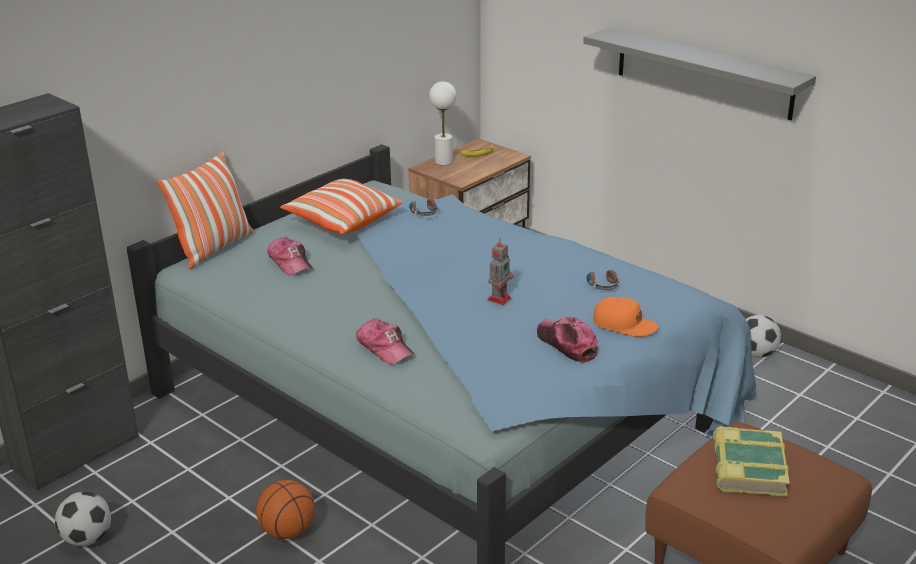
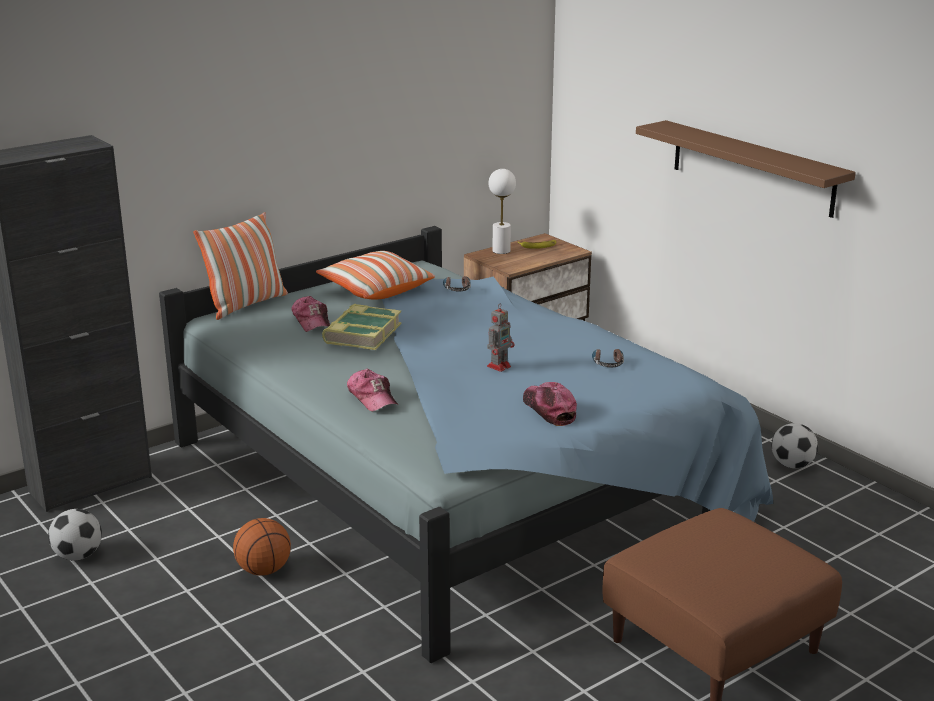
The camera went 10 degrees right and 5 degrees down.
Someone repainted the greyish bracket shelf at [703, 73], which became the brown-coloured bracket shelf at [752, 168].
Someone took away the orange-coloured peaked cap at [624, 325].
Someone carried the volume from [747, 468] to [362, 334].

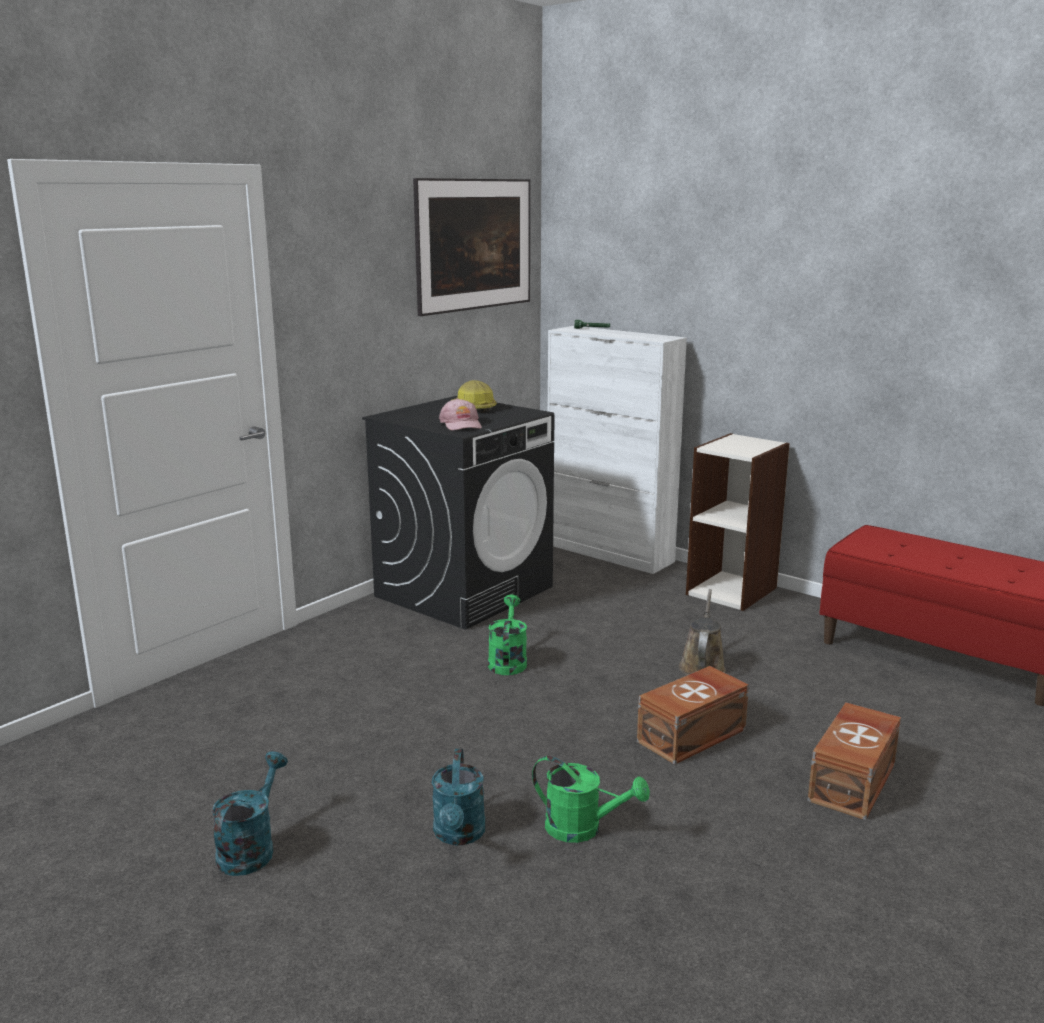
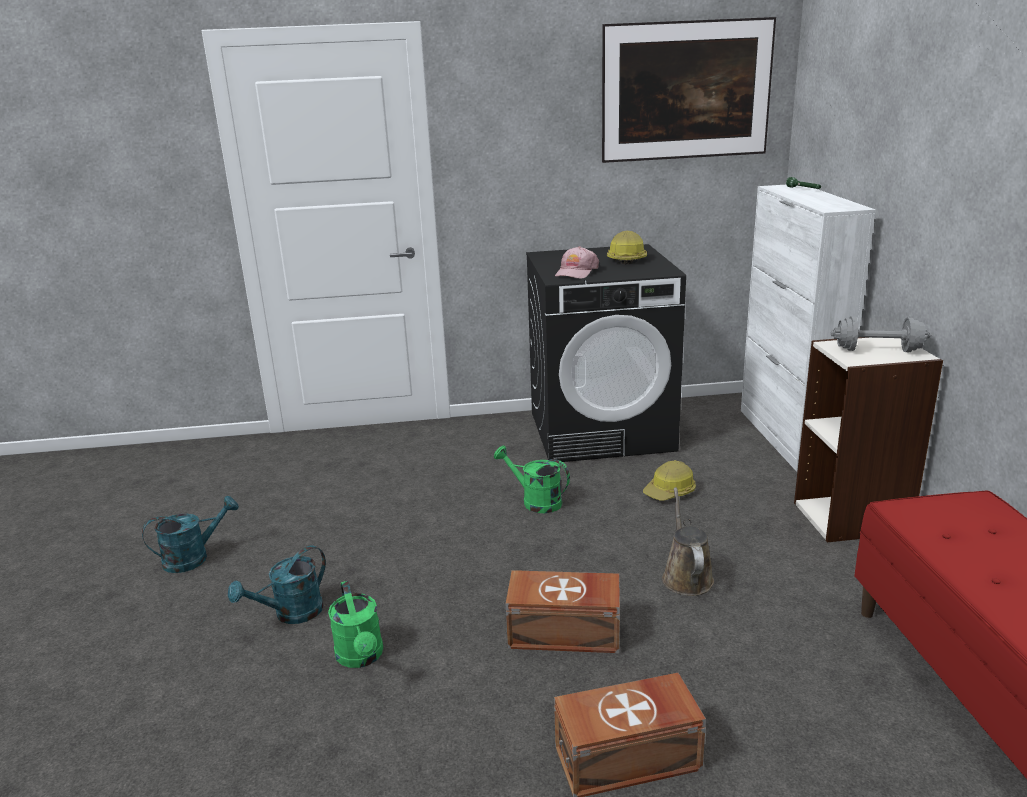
The camera went 45 degrees right and 5 degrees up.
Someone rotated the brown-coloured watering pot at [702, 666] by 60 degrees counterclockwise.
Someone rotated the greenish watering pot at [507, 661] by 105 degrees counterclockwise.
Someone put down the greyish free weight at [877, 350].
Someone put down the hard hat at [670, 492].

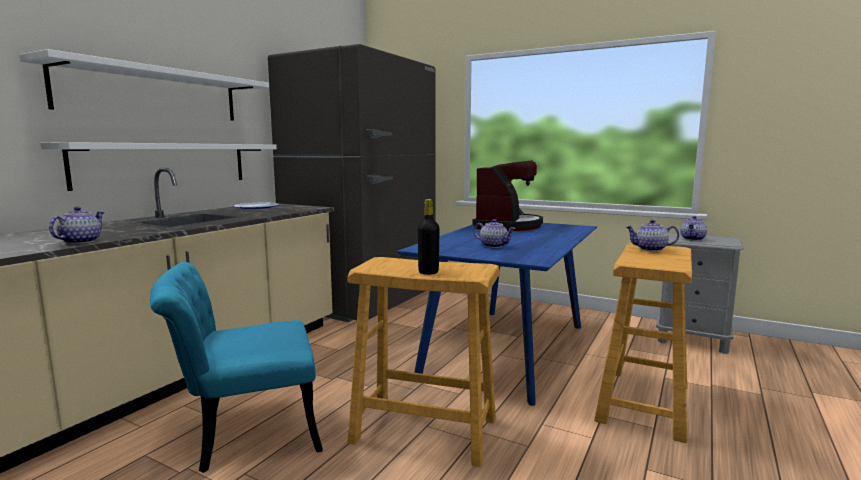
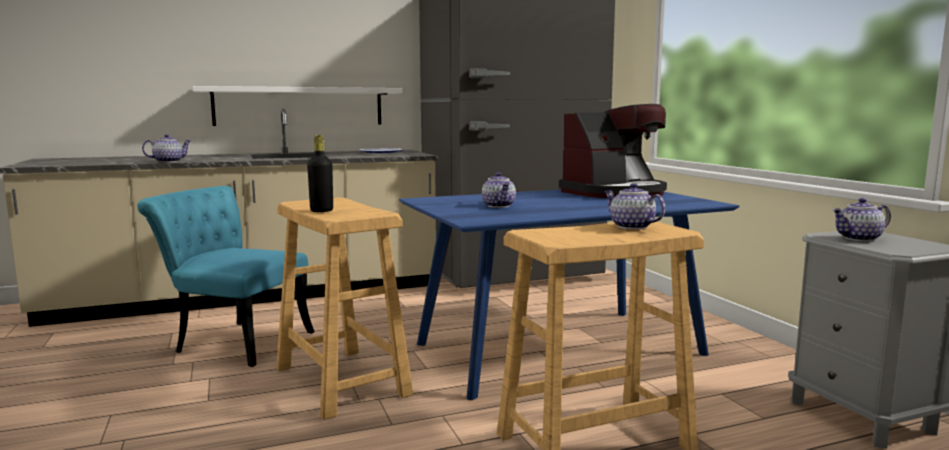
The camera went 40 degrees right and 0 degrees up.
Someone took away the white bracket shelf at [153, 94].

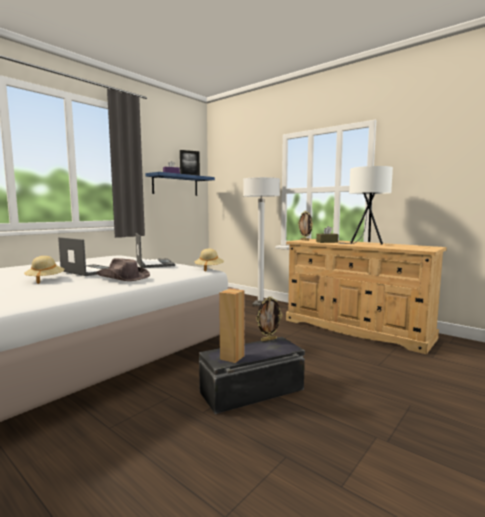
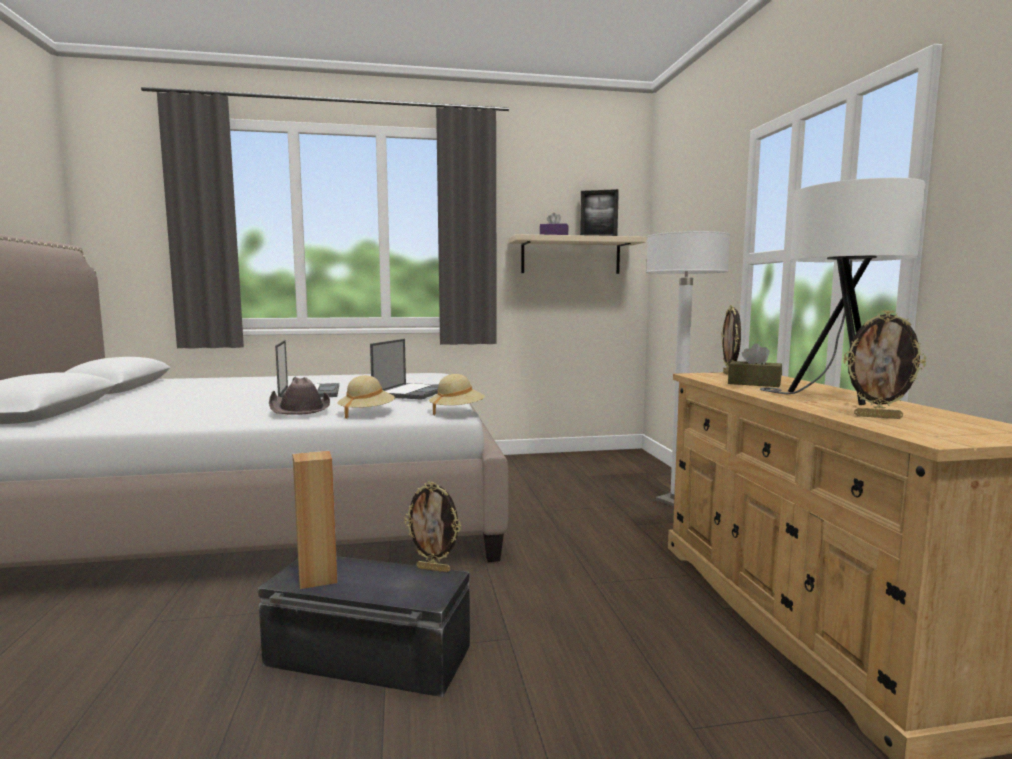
The camera went 40 degrees right and 0 degrees up.
Someone repainted the blue bracket shelf at [175, 185], which became the beige bracket shelf at [571, 256].
Someone carried the beige clothing hat from [45, 280] to [366, 414].
Someone put down the picture frame at [877, 417].

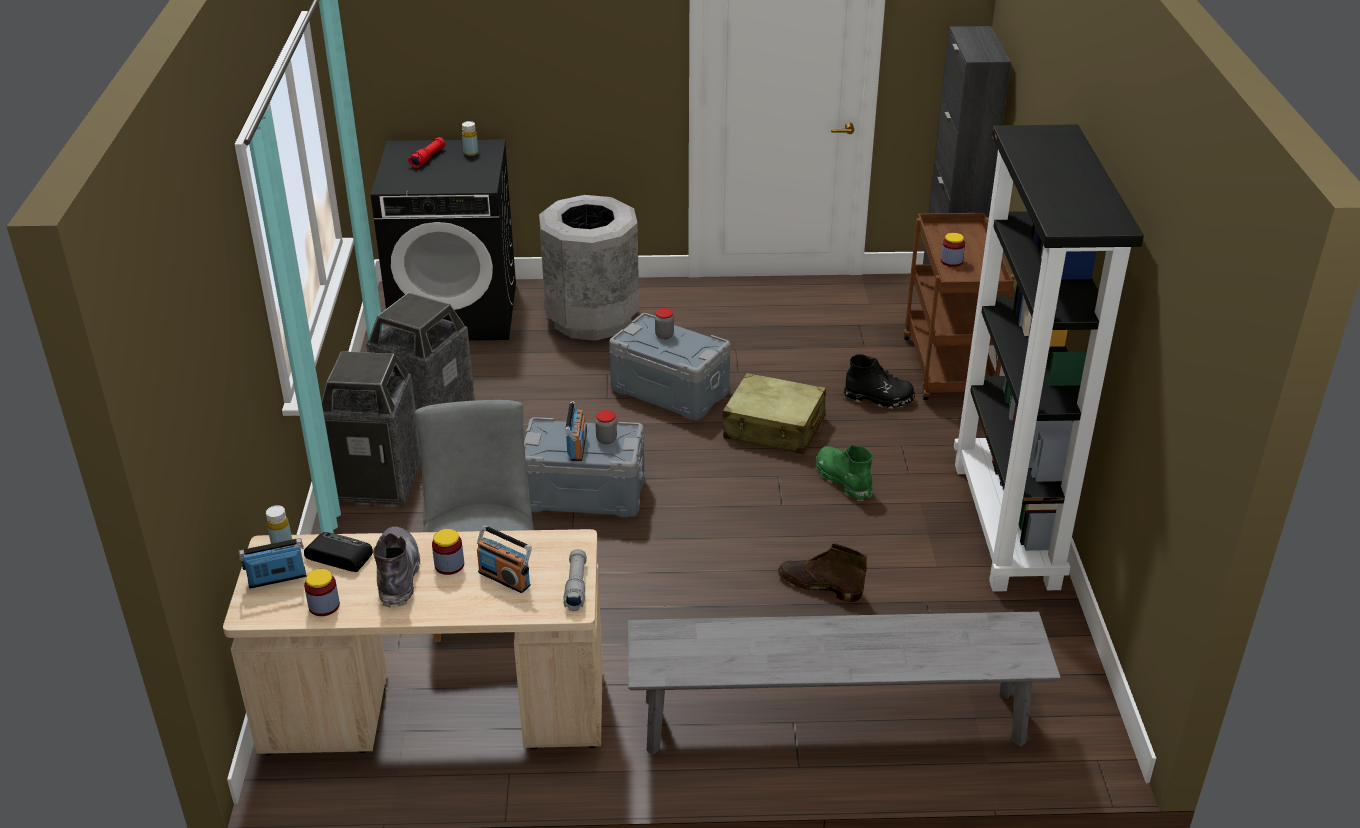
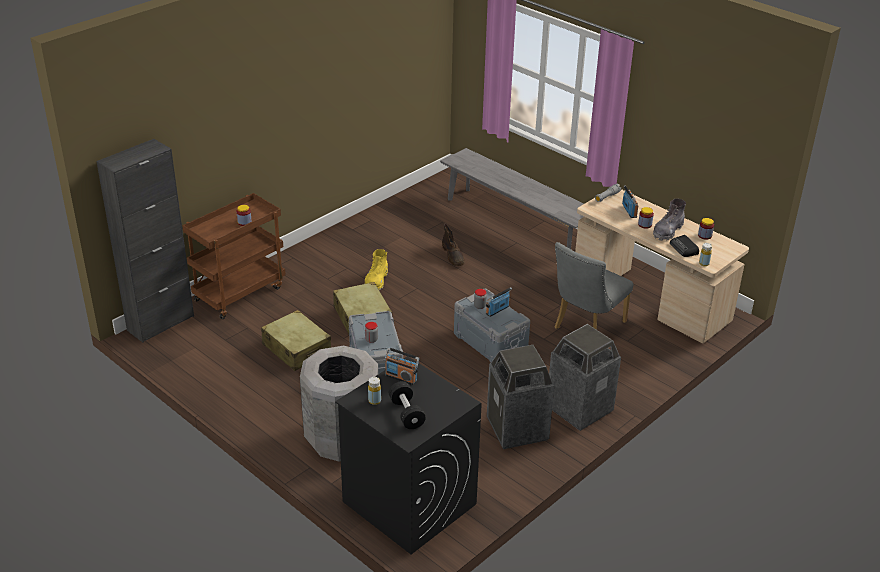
The camera went 135 degrees left and 0 degrees up.
Someone took away the blackish bookshelf at [1007, 525].
Someone swapped the reddish flashlight at [428, 158] for the blackish free weight at [406, 413].
Someone took away the blackish tall boot at [878, 398].
Someone repainted the greenish tall boot at [843, 480], which became the yellow tall boot at [376, 281].
Someone carried the radio set from [277, 579] to [401, 377].
Someone put down the beige piece of luggage at [296, 349].

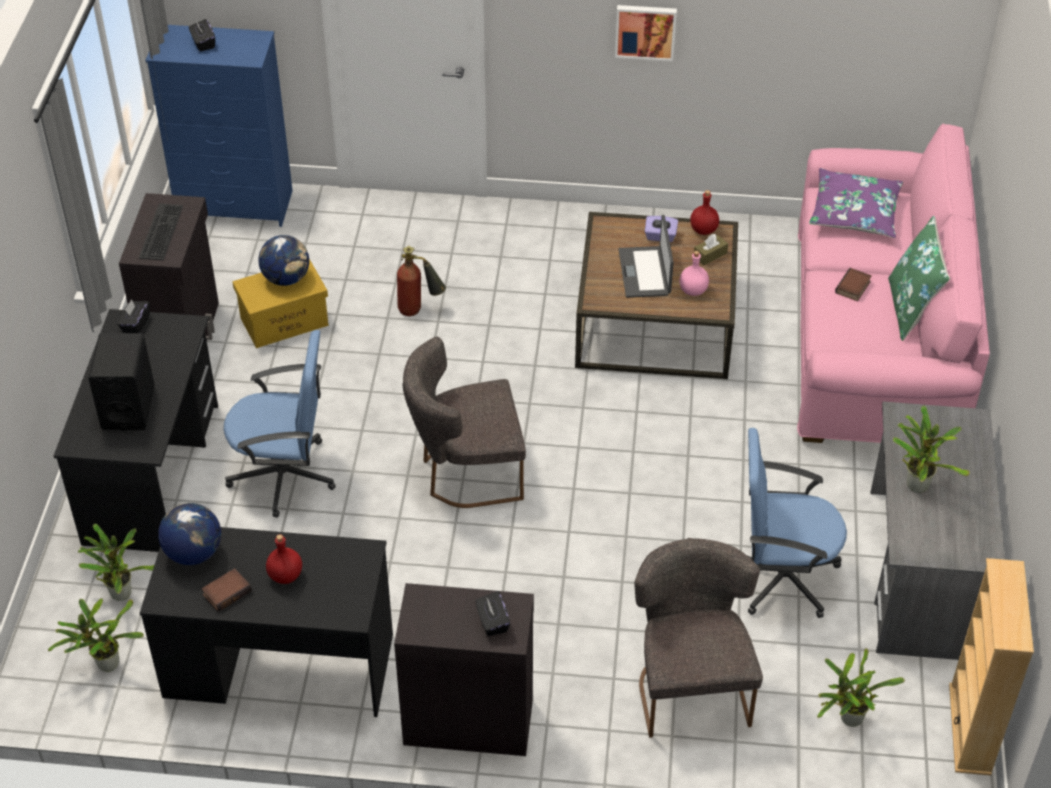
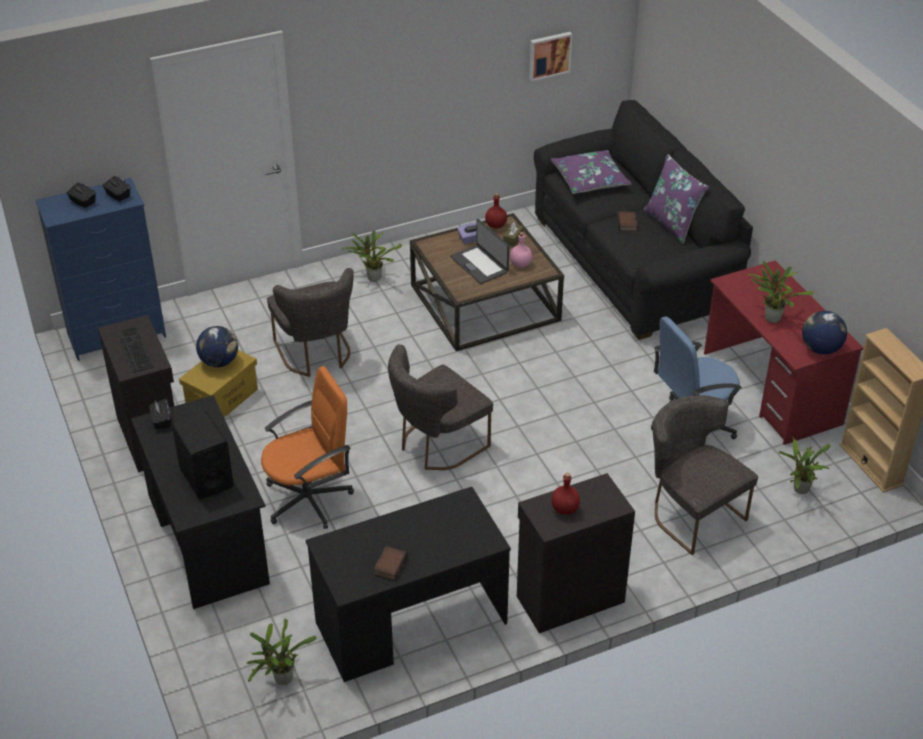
The camera went 30 degrees left and 5 degrees down.
Someone carried the picture from [645, 31] to [549, 55].
Someone repainted the pink couch at [875, 340], which became the blackish couch at [632, 263].
Someone repainted the greenish pillow at [911, 309], which became the purple pillow at [672, 224].
Someone swapped the fire-fighting cylinder at [419, 310] for the greyish upright chair at [316, 355].
Someone repainted the blue computer chair at [284, 475], which became the orange-coloured computer chair at [309, 499].
Someone repainted the greyish desk table at [920, 574], which became the reddish desk table at [771, 389].
Someone carried the world globe from [193, 553] to [820, 349].
Someone carried the plant in a pot from [120, 591] to [372, 277].
Someone carried the reddish drink bottle from [285, 576] to [565, 509].
Someone carried the blackish box of tissues from [492, 622] to [117, 195].

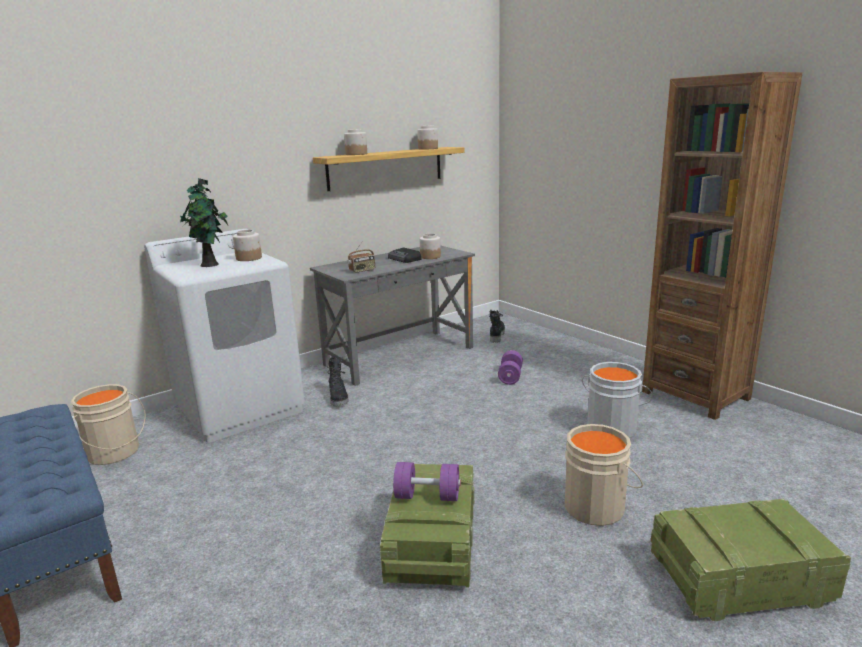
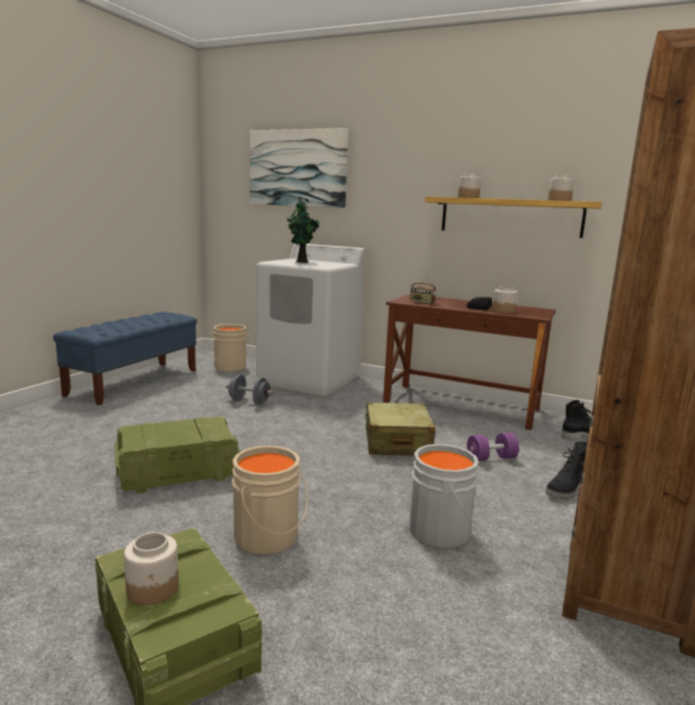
The camera went 60 degrees right and 5 degrees down.
Someone carried the storage jar from [249, 258] to [153, 589].
Someone repainted the greyish desk table at [399, 356], which became the brown-coloured desk table at [461, 405].
Someone carried the blackish tall boot from [338, 398] to [566, 491].
Someone took away the purple free weight at [427, 496].
Someone put up the picture at [297, 168].
Someone put down the greyish free weight at [249, 402].
Someone put down the beige piece of luggage at [397, 442].

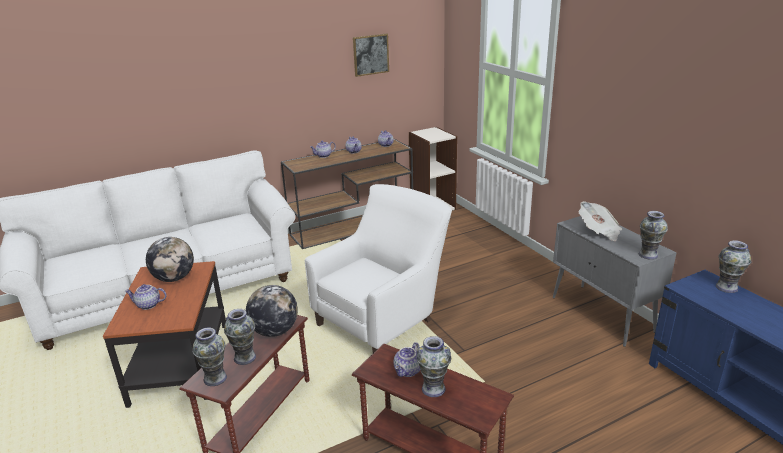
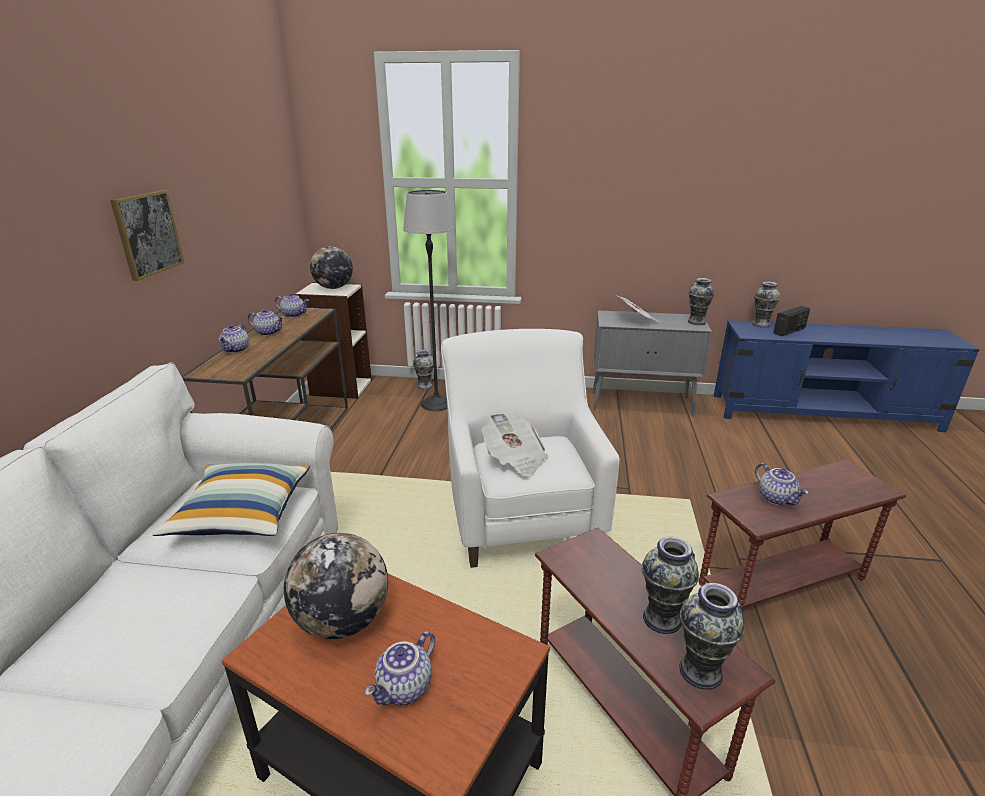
The camera went 55 degrees left and 0 degrees up.
Someone carried the picture from [370, 54] to [147, 234].
Someone carried the world globe from [274, 331] to [334, 288].
Someone carried the vase from [433, 388] to [424, 386].
Someone put down the standard lamp at [436, 403].
Someone put down the radio set at [789, 331].
Someone put down the daily paper at [514, 459].
Someone put down the pillow at [242, 514].

